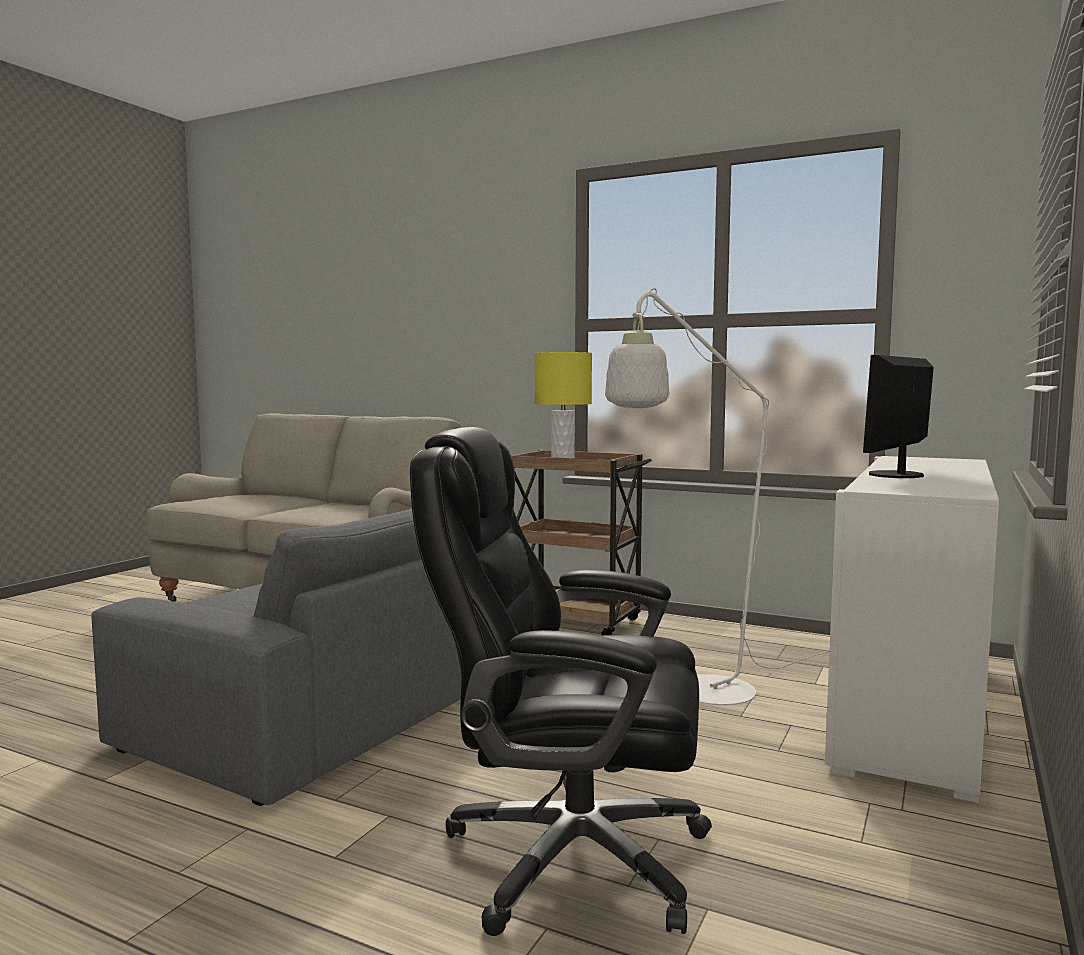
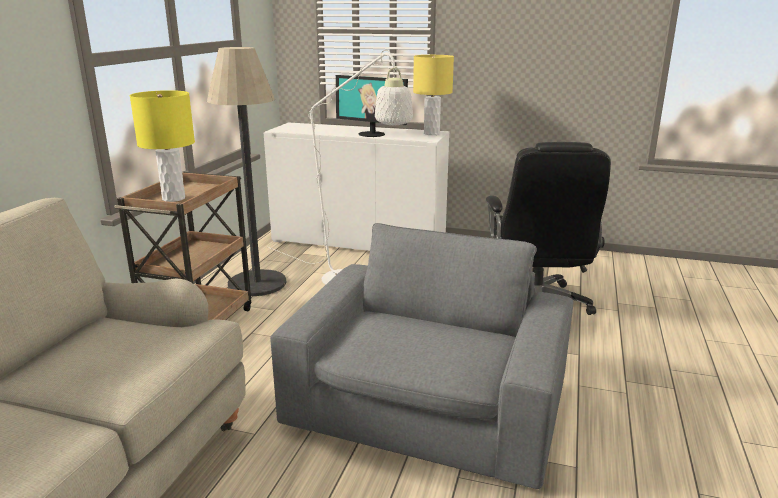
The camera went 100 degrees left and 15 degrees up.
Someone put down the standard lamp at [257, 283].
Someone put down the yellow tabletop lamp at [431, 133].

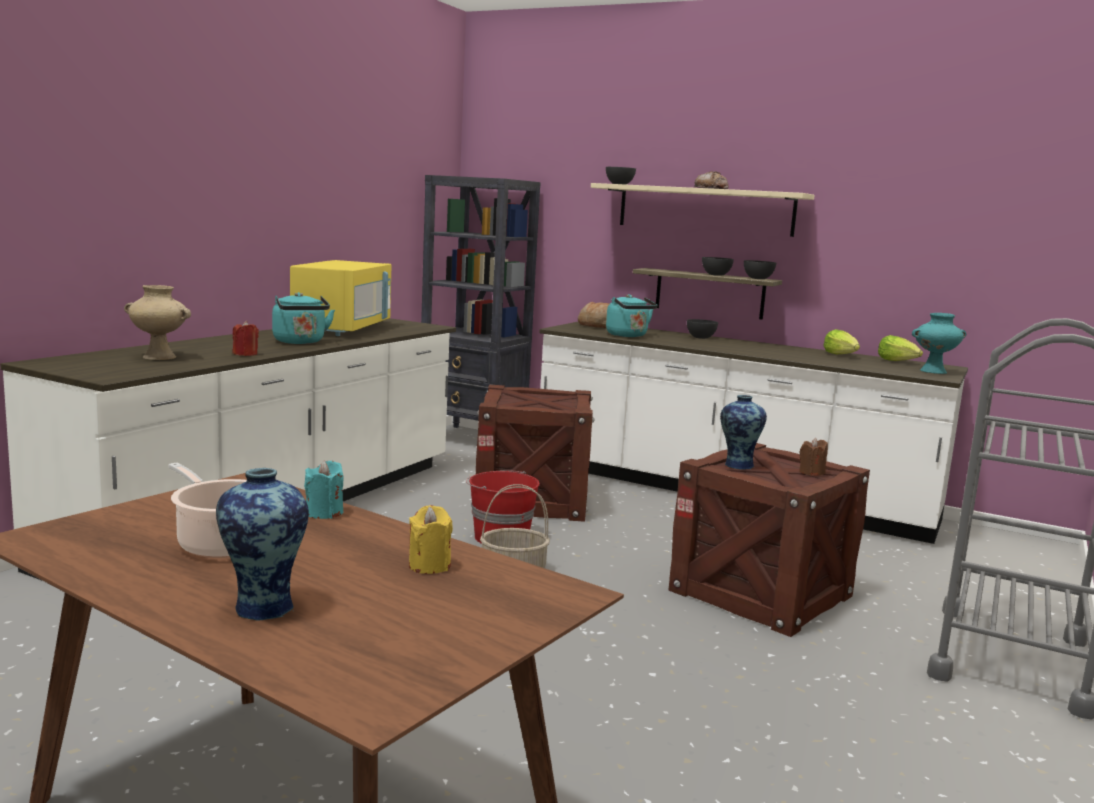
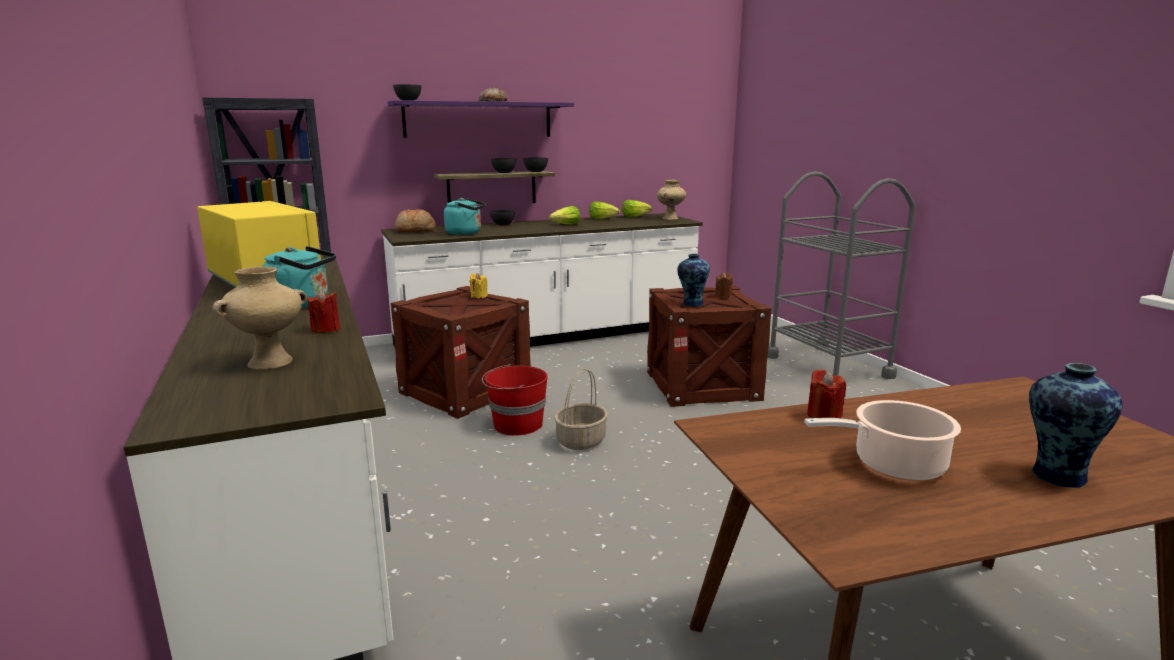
The camera went 50 degrees left and 5 degrees up.
Someone repainted the beige bracket shelf at [705, 210], which became the purple bracket shelf at [478, 120].
Someone repainted the blue-green vase at [933, 371], which became the beige vase at [670, 218].
Someone repainted the blue-green candle at [324, 513], which became the reddish candle at [824, 416].
Someone carried the yellow candle from [429, 566] to [478, 296].
Someone put down the lettuce head at [566, 225].

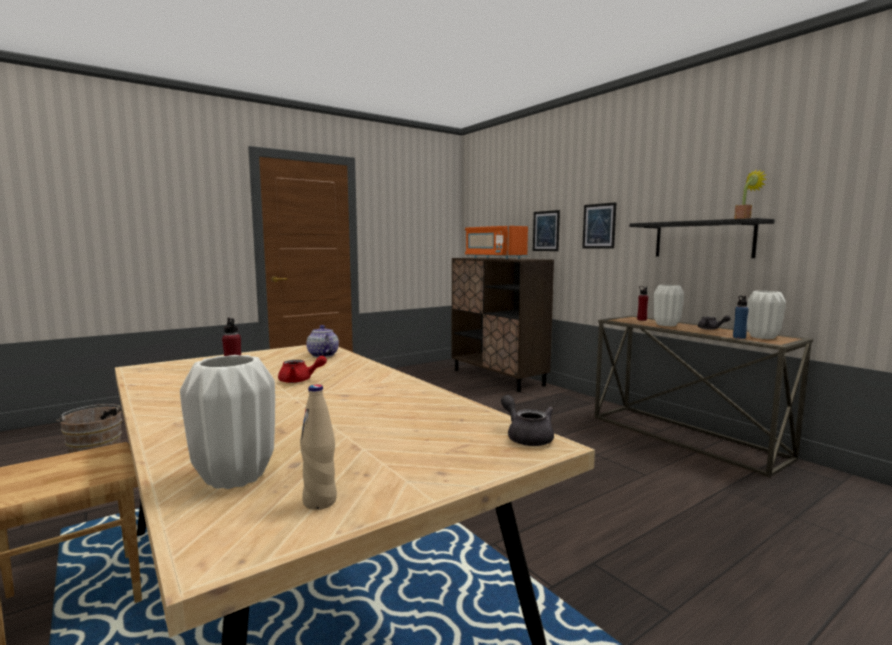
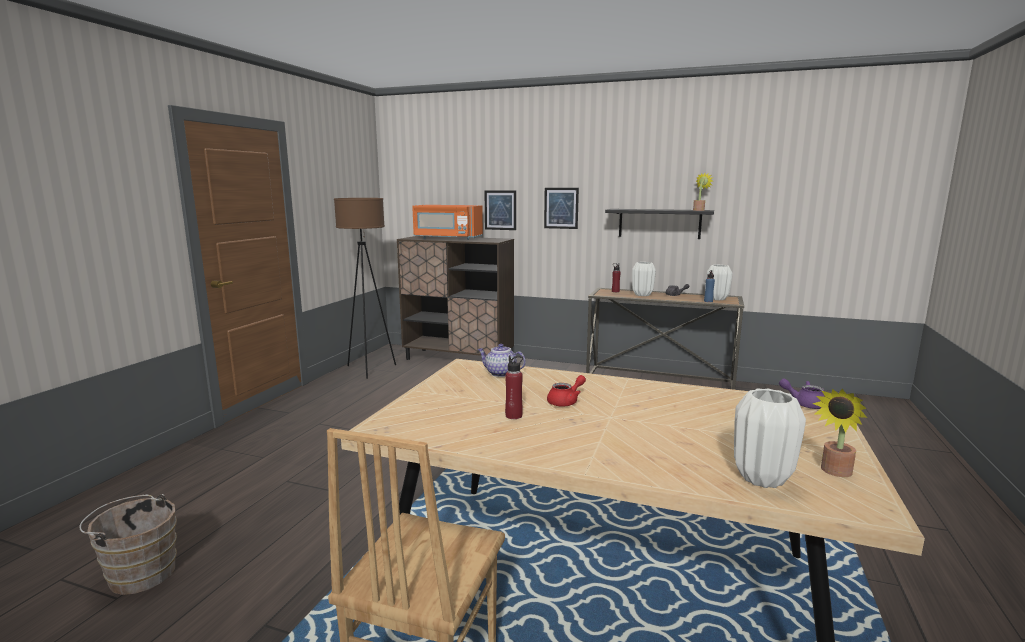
The camera went 35 degrees left and 5 degrees up.
Someone swapped the beige drink bottle at [320, 502] for the plant in a pot at [834, 472].
Someone repainted the greyish pot for tea at [526, 437], which became the purple pot for tea at [804, 404].
Someone put down the brown-coloured standard lamp at [369, 369].

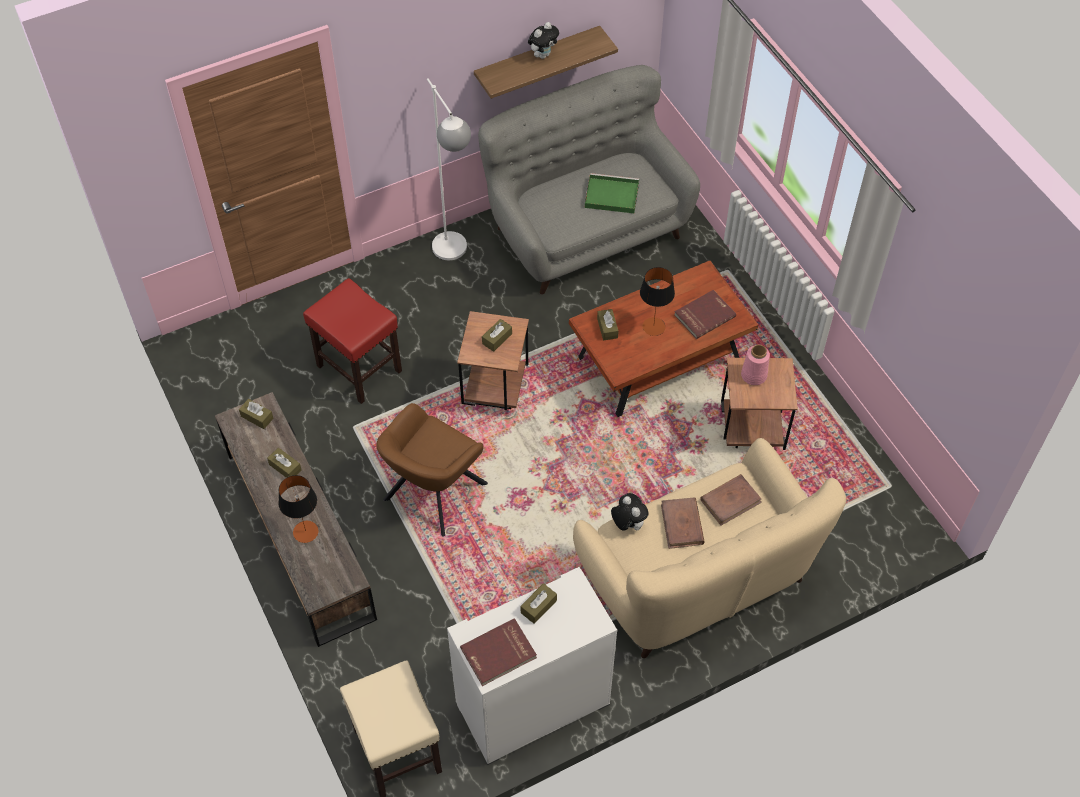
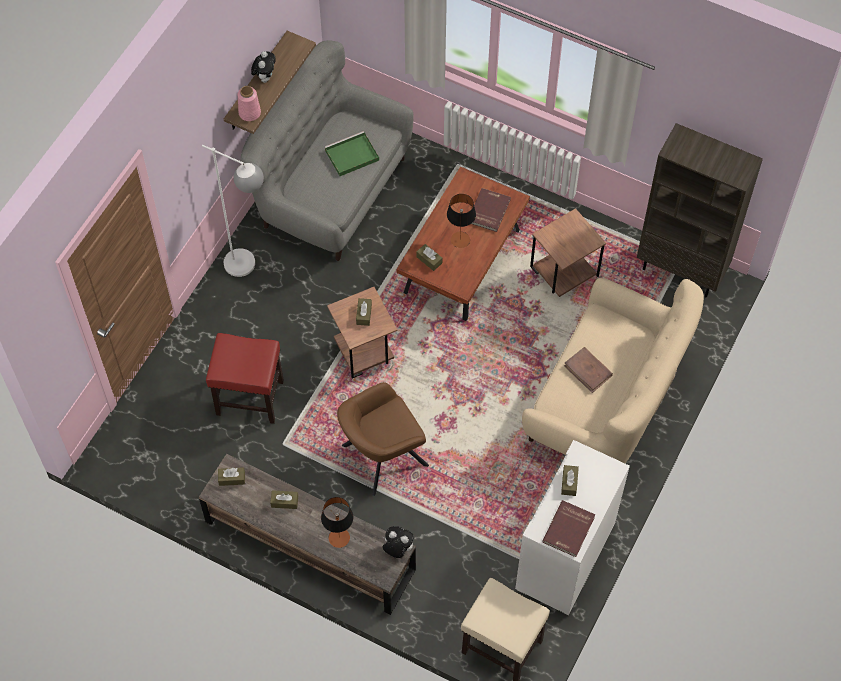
The camera went 35 degrees left and 5 degrees up.
Someone carried the pink vase from [754, 375] to [250, 113].
Someone rotated the brown-coloured armchair at [433, 494] by 60 degrees clockwise.
Someone took away the brown-coloured volume at [730, 501].
Someone carried the cuddly toy from [628, 524] to [397, 549].
Someone put down the brown-coloured bookshelf at [682, 270].

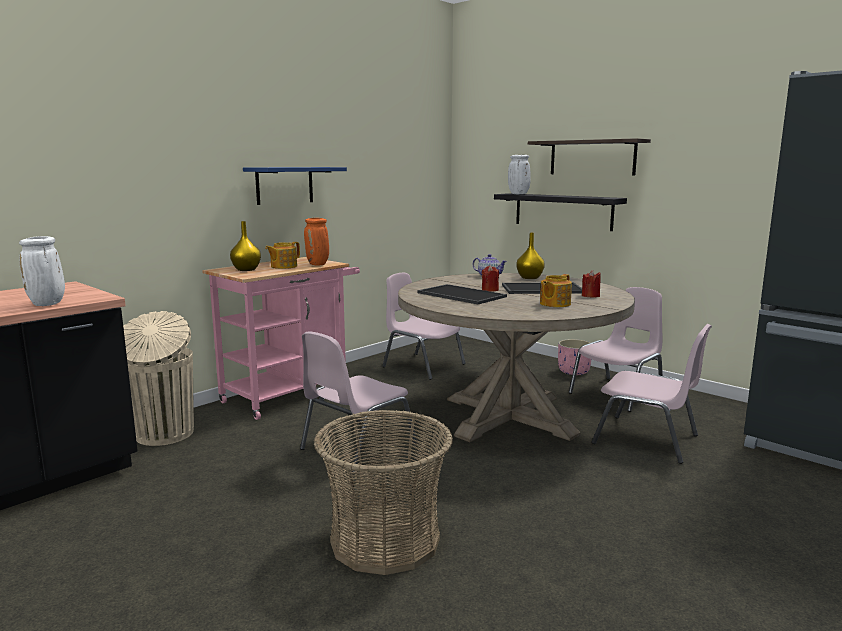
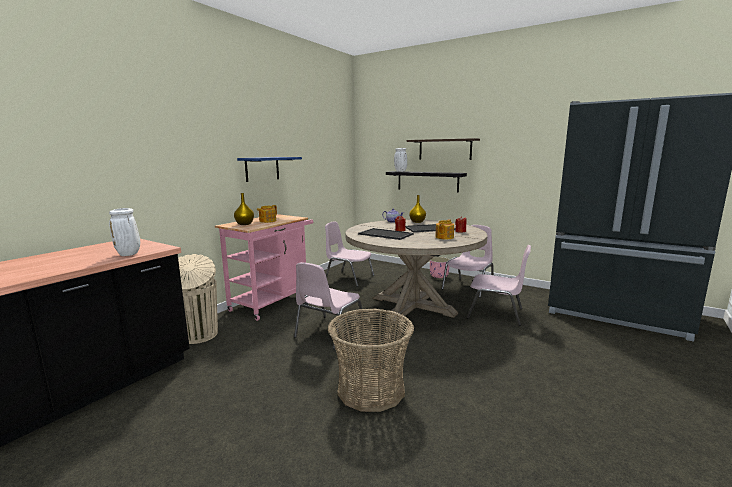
The camera went 10 degrees left and 0 degrees up.
Someone took away the orange-coloured vase at [318, 264].

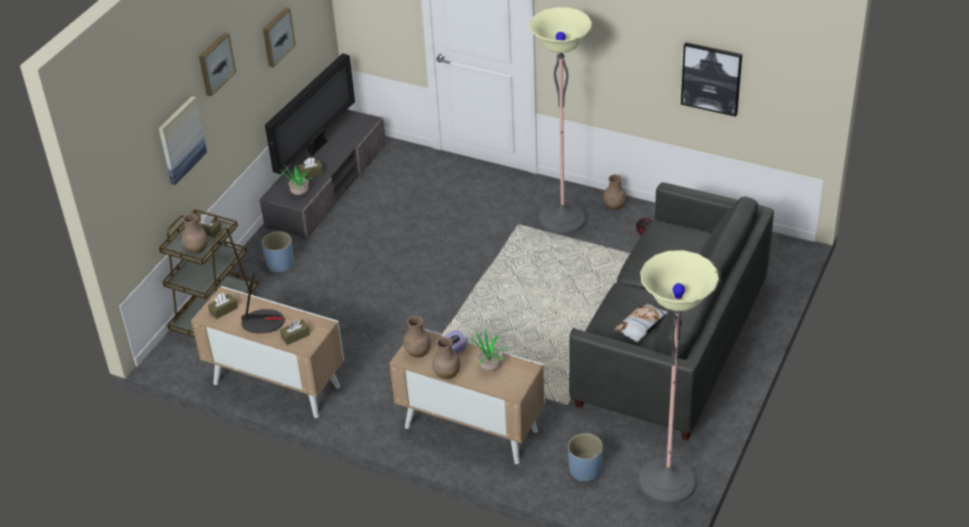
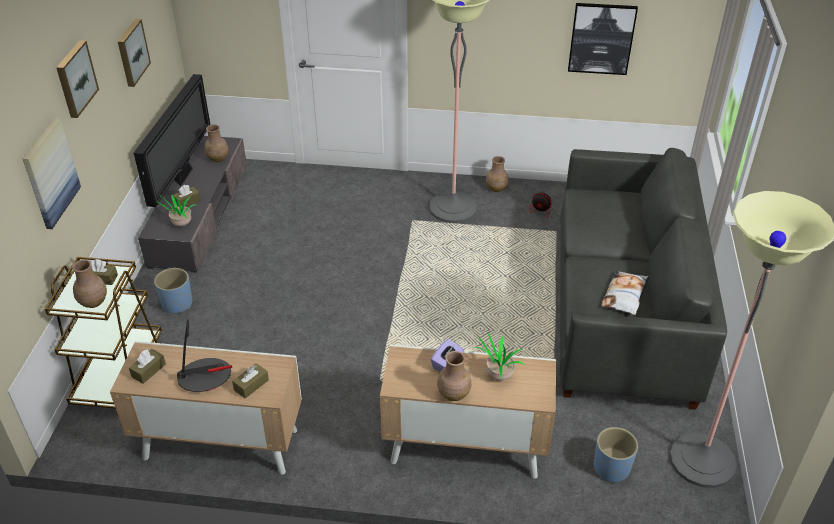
The camera went 20 degrees left and 0 degrees up.
Someone carried the brown-coloured vase from [418, 352] to [218, 159].

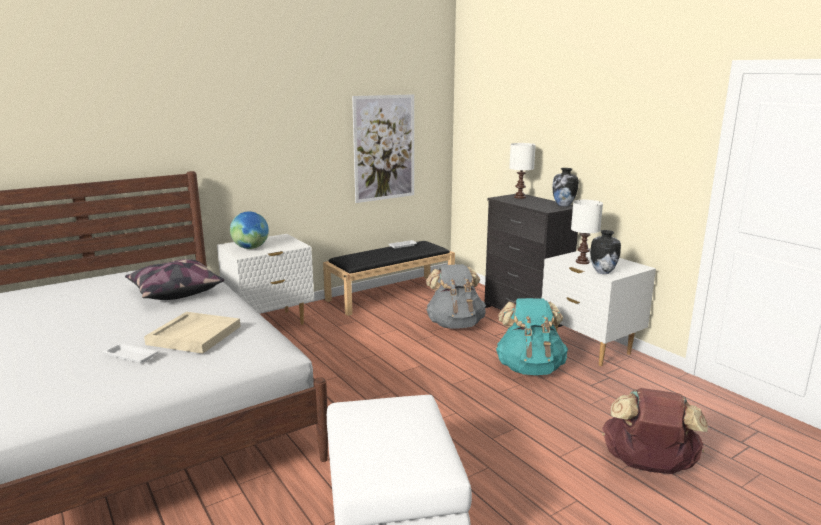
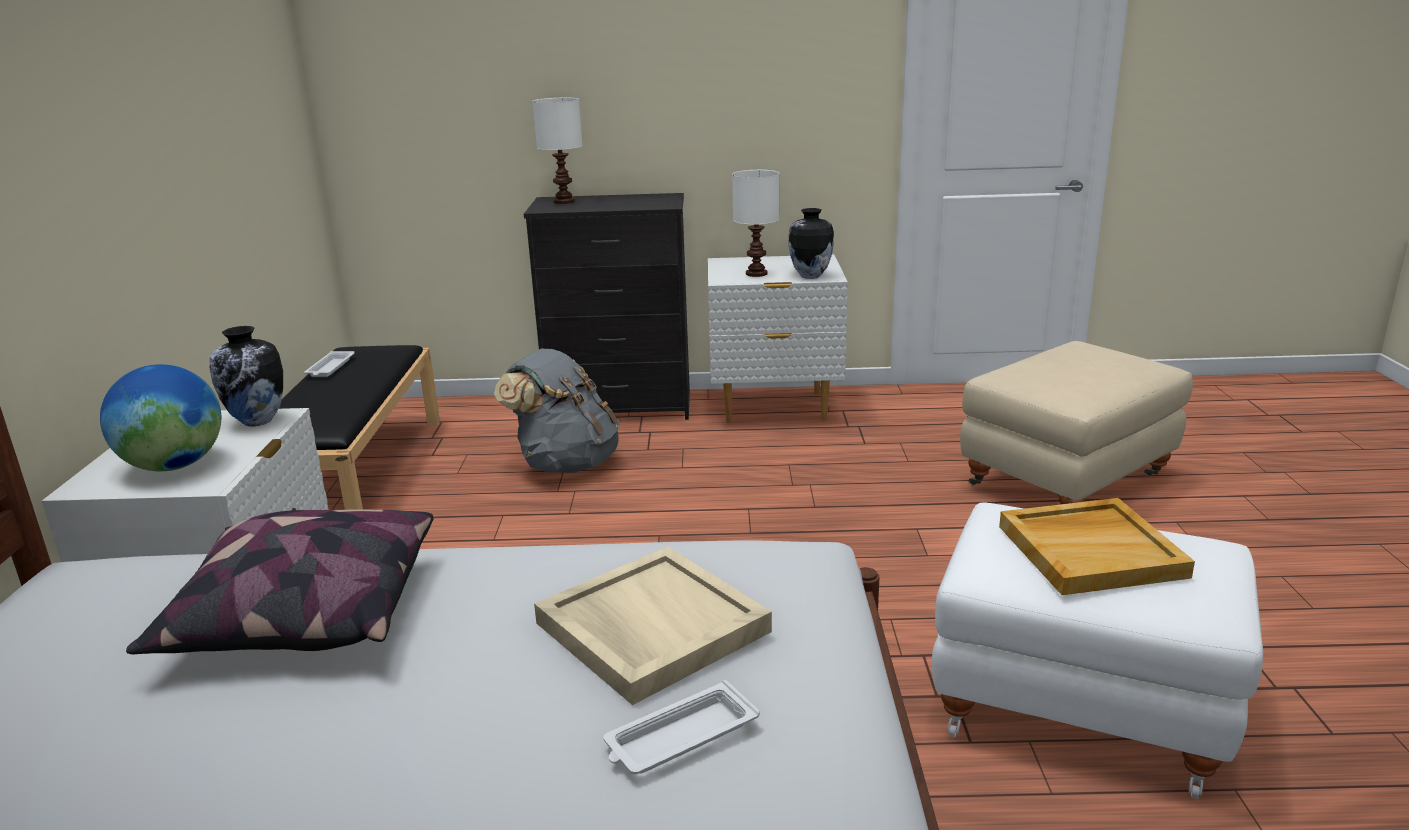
The camera went 55 degrees left and 5 degrees up.
Someone took away the picture at [384, 148].
Someone carried the vase from [563, 205] to [258, 421].
Someone took away the blue-green backpack at [529, 368].
Someone swapped the brown-coloured backpack at [648, 466] for the beige footrest at [1067, 484].
Someone put down the beige serving tray at [1091, 550].

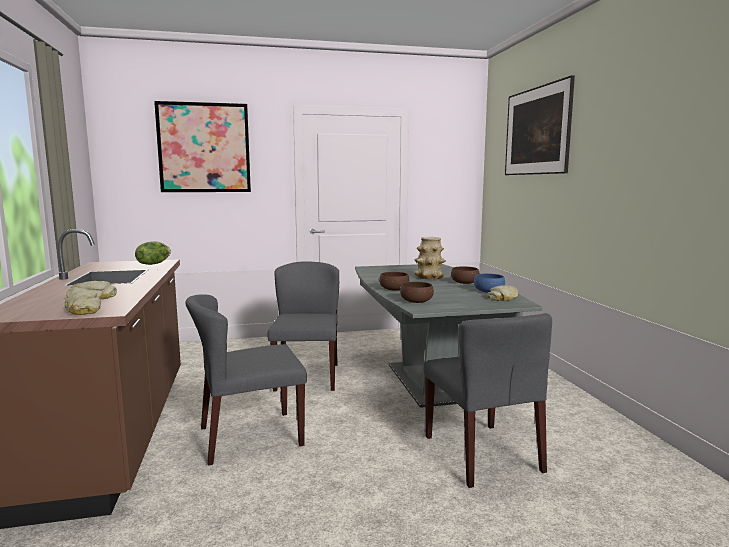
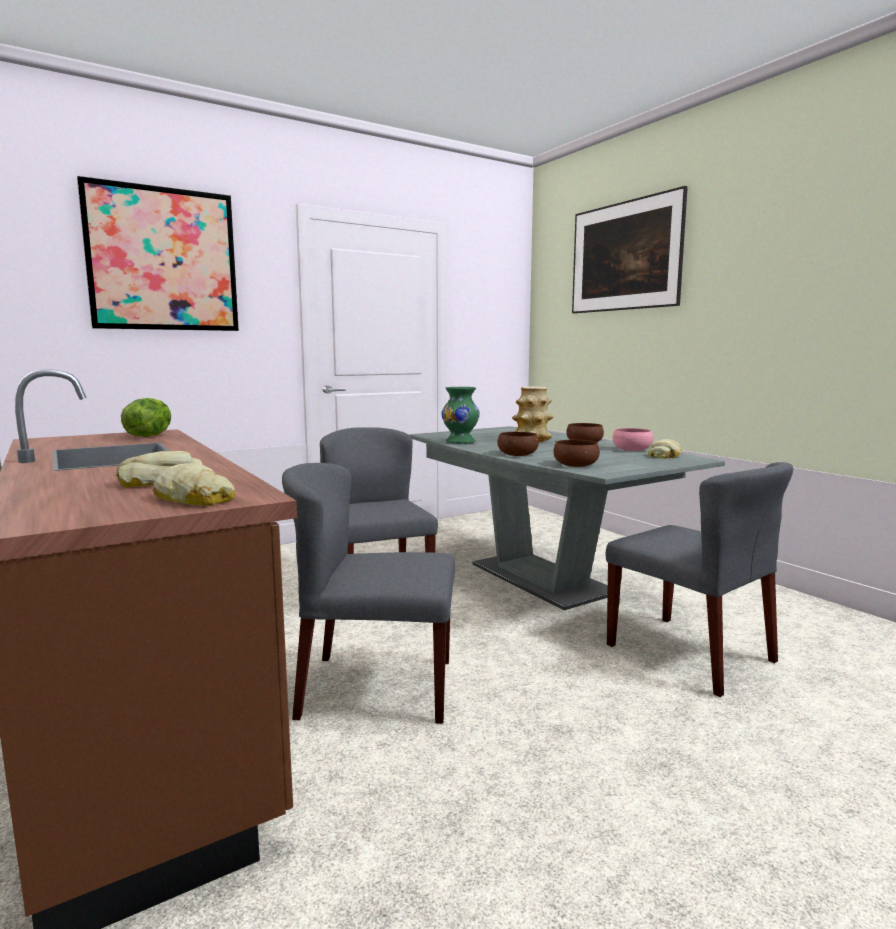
The camera went 20 degrees left and 0 degrees up.
Someone repainted the blue deep dish at [489, 291], which became the pink deep dish at [632, 449].
Someone rotated the greyish upright chair at [250, 436] by 45 degrees clockwise.
Someone put down the greenish vase at [459, 442].

